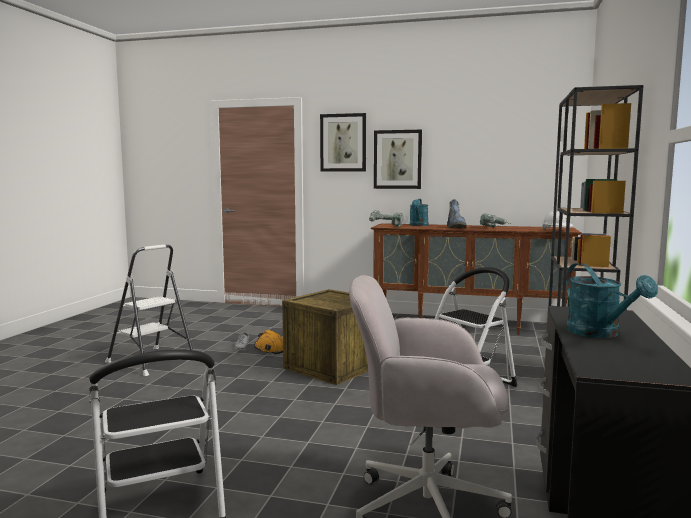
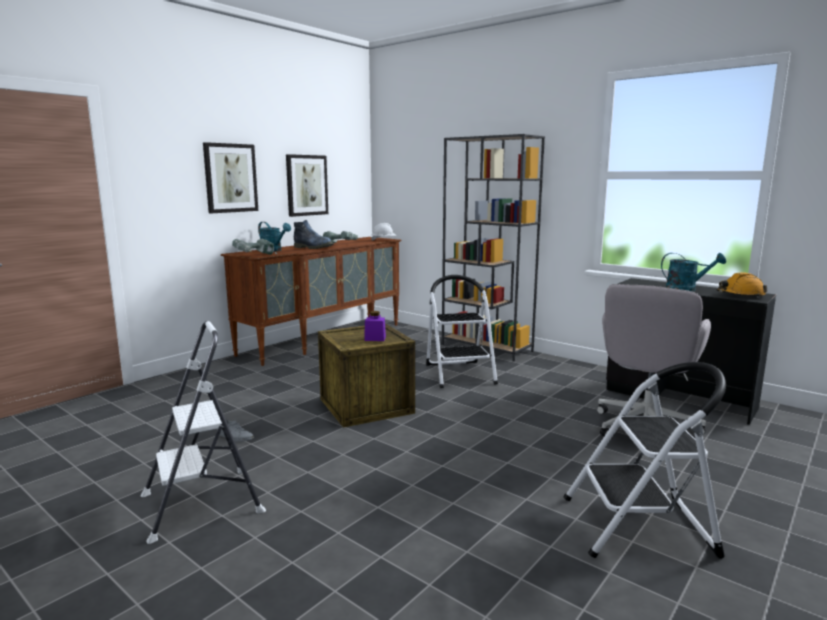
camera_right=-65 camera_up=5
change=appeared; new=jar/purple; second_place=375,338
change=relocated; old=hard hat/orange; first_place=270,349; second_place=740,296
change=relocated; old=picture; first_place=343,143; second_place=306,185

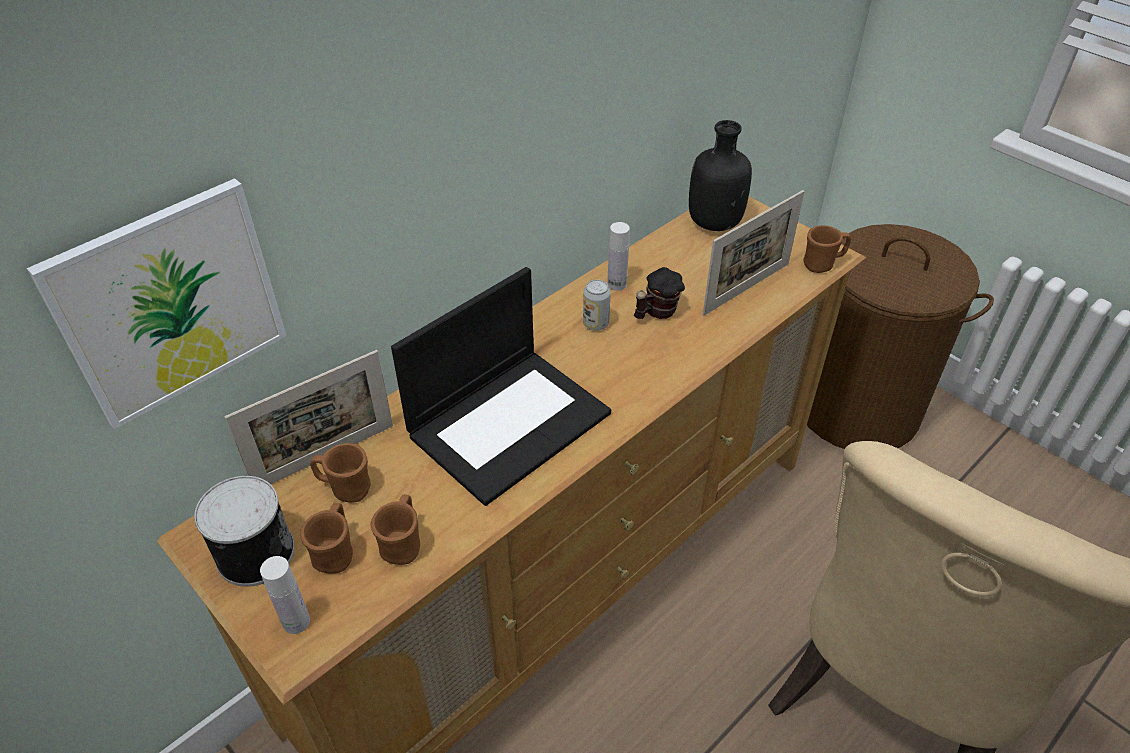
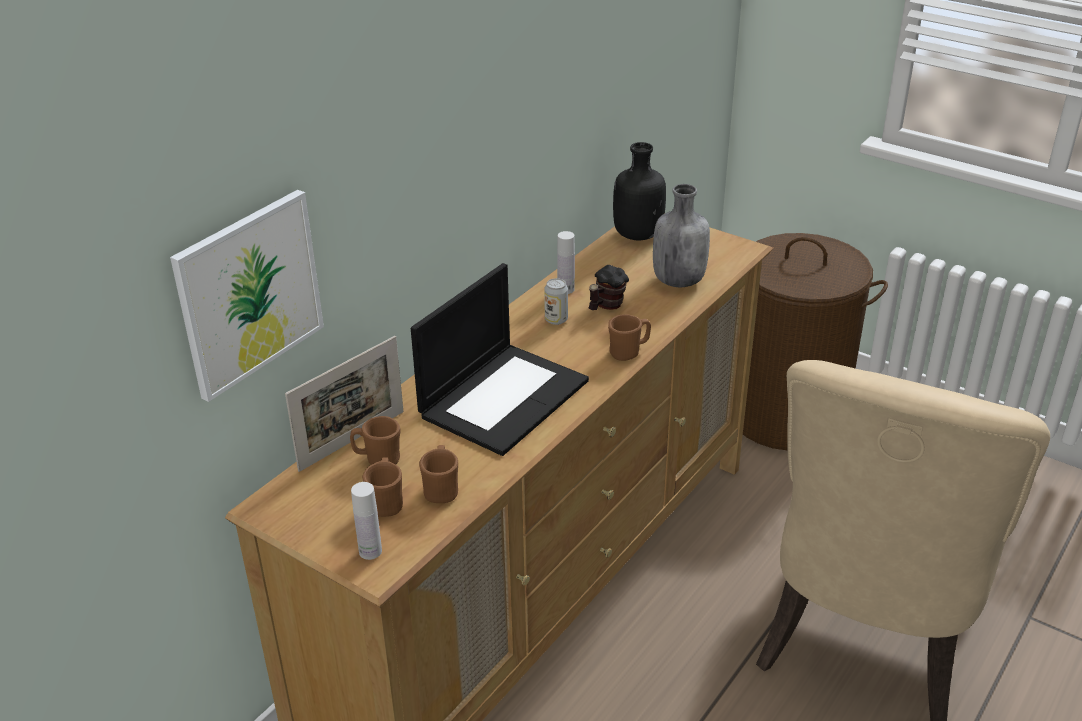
camera_right=-10 camera_up=-10
change=missing; old=can; first_place=253,553
change=relocated; old=mug/brown; first_place=822,264; second_place=628,352
change=exchanged; old=picture frame; new=bottle/grey; first_place=746,288; second_place=678,280

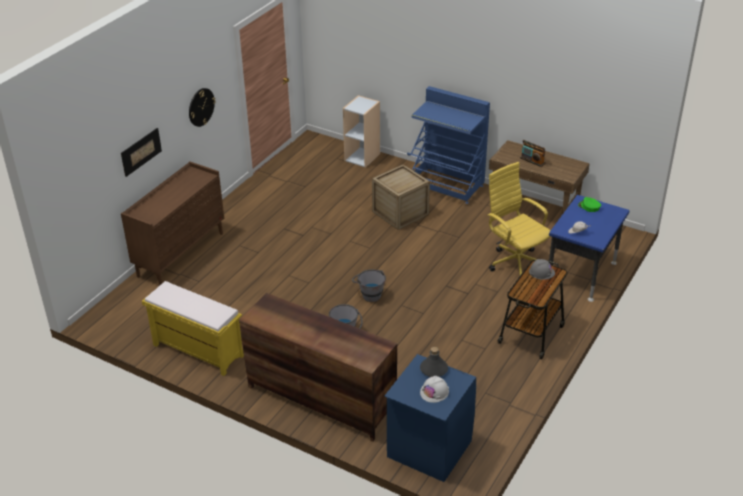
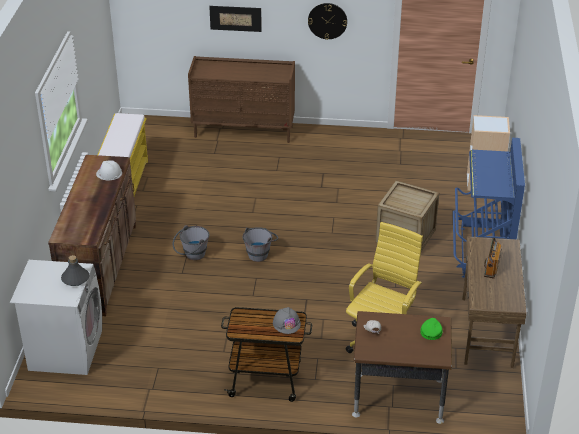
camera_right=65 camera_up=0
change=relocated; old=hard hat/white; first_place=434,392; second_place=109,173
change=colour; old=washing machine/blue; new=washing machine/white; first_place=428,449; second_place=65,349
change=colour; old=desk/blue; new=desk/brown; first_place=582,274; second_place=398,397

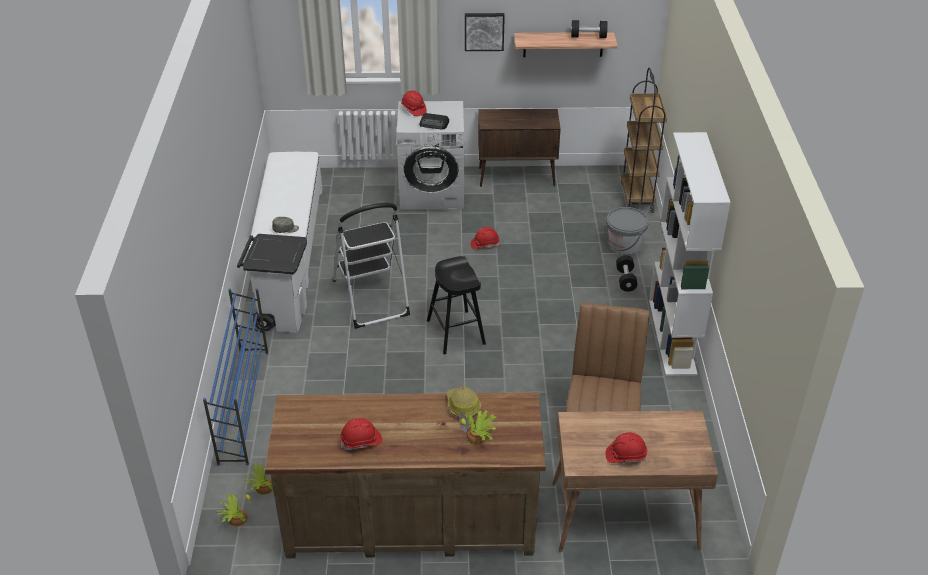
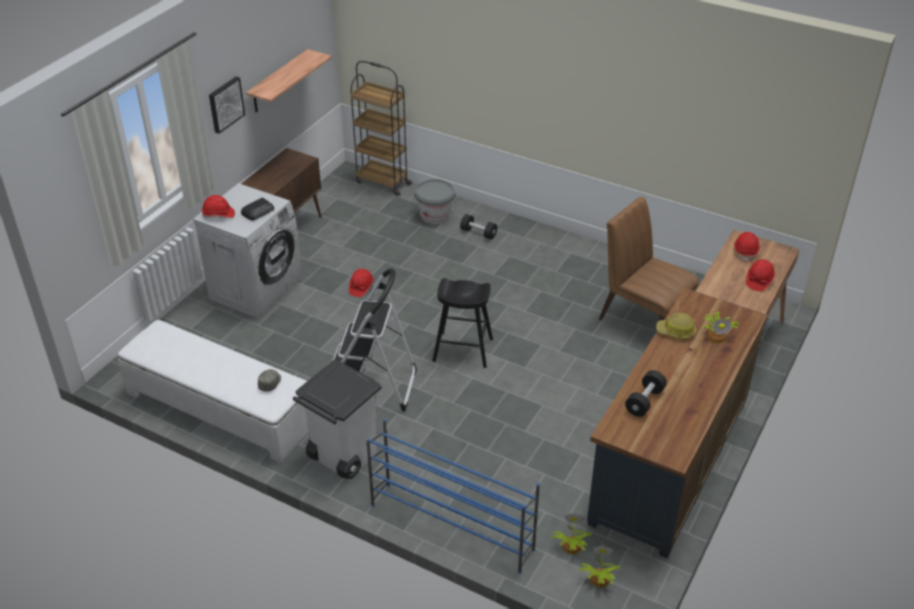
camera_right=-60 camera_up=0
change=missing; old=bookcase/white; first_place=673,337
change=relocated; old=hard hat/red; first_place=361,441; second_place=745,251
change=relocated; old=dumbbell/black; first_place=588,36; second_place=644,401

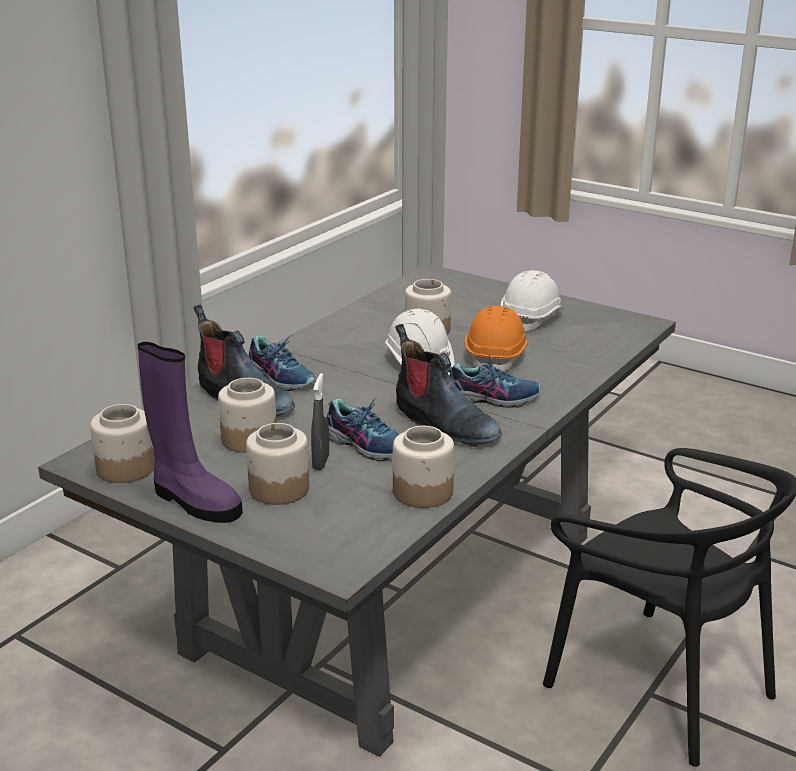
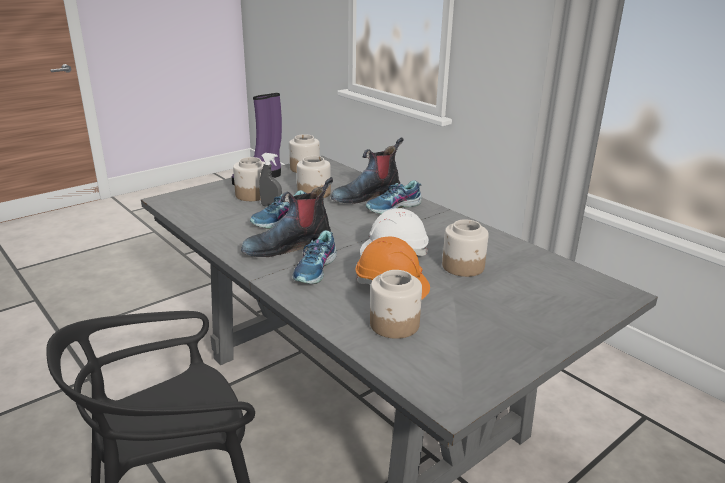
camera_right=105 camera_up=0
change=missing; old=hard hat/white; first_place=532,319
change=relocated; old=jar; first_place=423,492; second_place=394,325

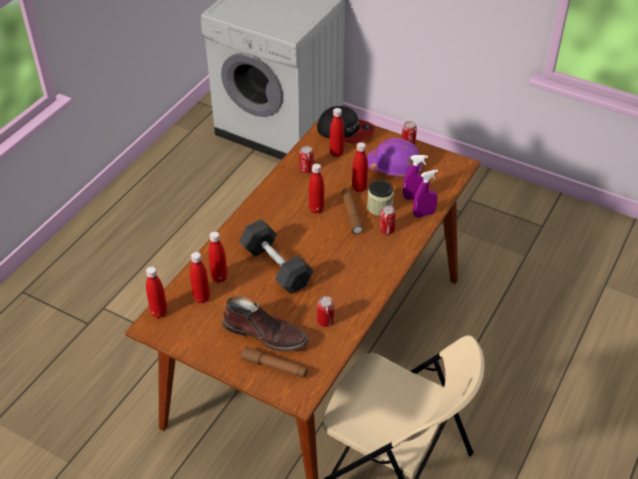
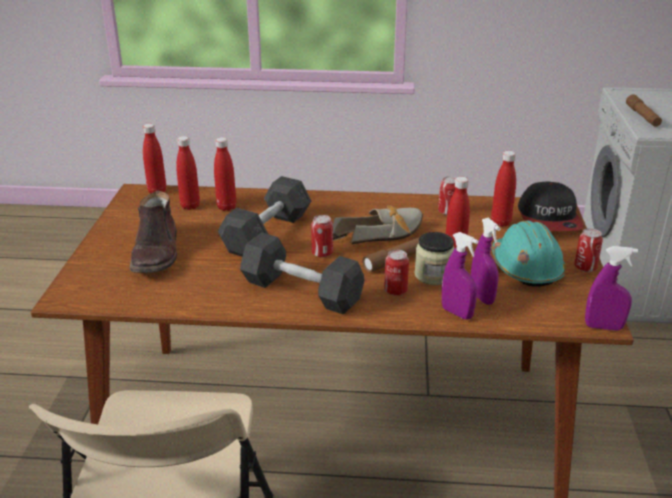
camera_right=65 camera_up=-15
change=appeared; new=dumbbell/grey; second_place=302,291
change=appeared; new=spray bottle/purple; second_place=603,327
change=relocated; old=flashlight/brown; first_place=274,367; second_place=642,116
change=relocated; old=can; first_place=325,321; second_place=322,253
change=exchanged; old=bottle/red; new=shoe; first_place=316,209; second_place=385,234
change=colour; old=hard hat/purple; new=hard hat/turquoise; first_place=394,167; second_place=526,268

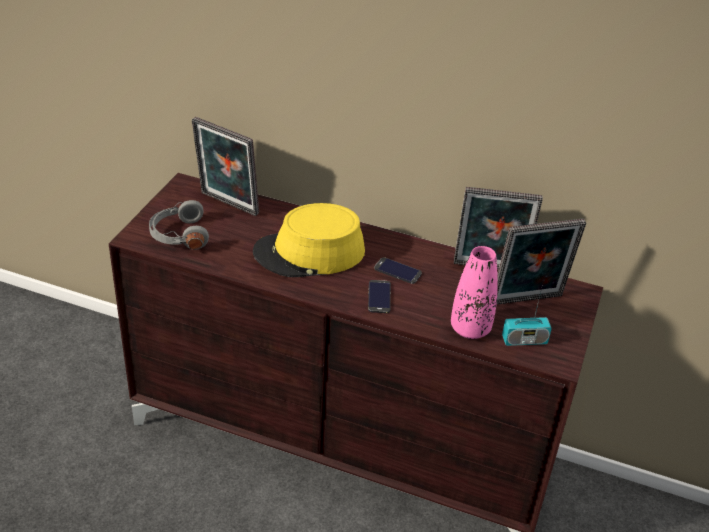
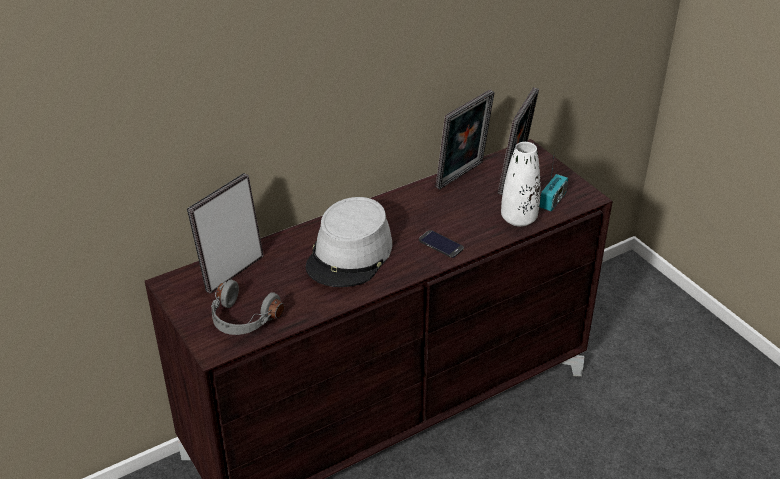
camera_right=-50 camera_up=0
change=missing; old=phone; first_place=397,271
change=colour; old=hat/yellow; new=hat/grey; first_place=309,253; second_place=350,255
change=colour; old=vase/pink; new=vase/white; first_place=470,329; second_place=518,219
change=spun; old=picture frame; first_place=227,205; second_place=231,271; degrees=150

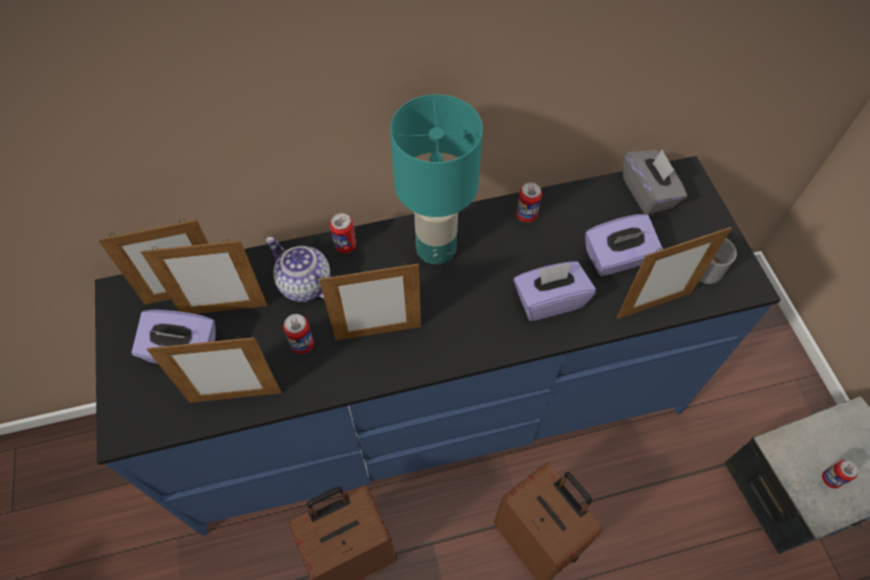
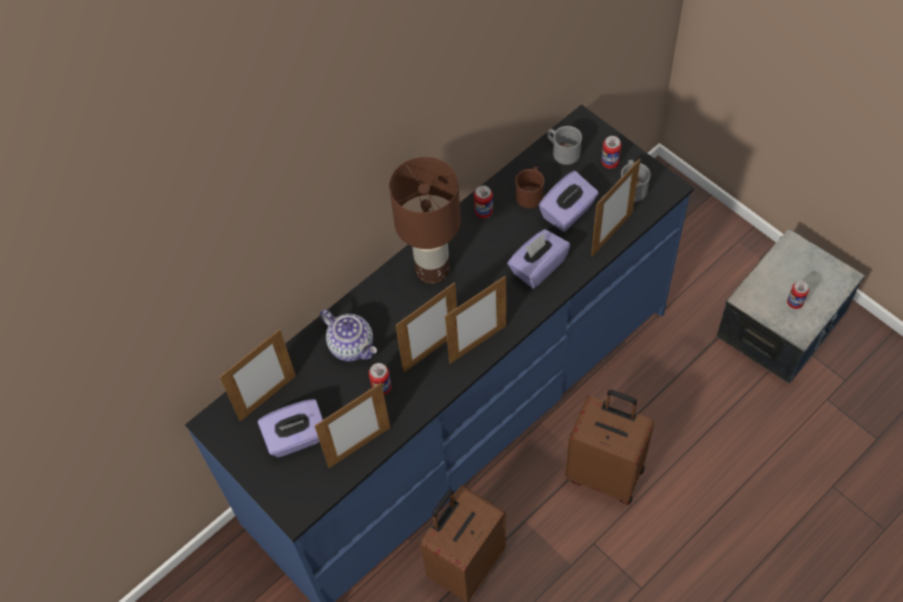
camera_right=-25 camera_up=0
change=appeared; new=mug/brown; second_place=530,193
change=relocated; old=picture frame; first_place=224,309; second_place=478,344
change=relocated; old=can; first_place=345,245; second_place=610,162
change=exchanged; old=tissue box/grey; new=mug/grey; first_place=648,193; second_place=562,151
change=colour; old=table lamp/turquoise; new=table lamp/brown; first_place=435,247; second_place=431,270
change=spun; old=teapot; first_place=304,285; second_place=352,345; degrees=-150

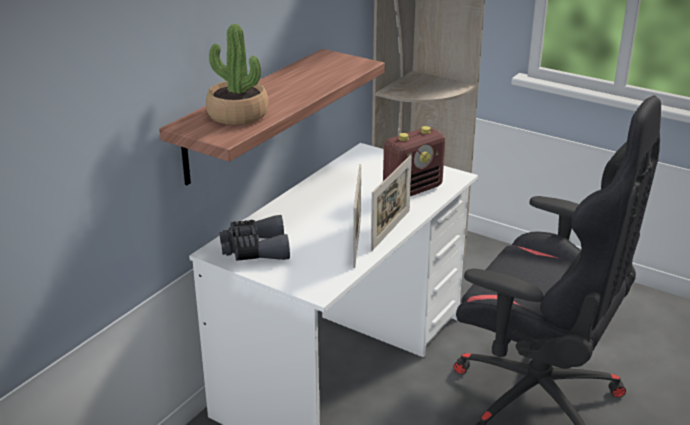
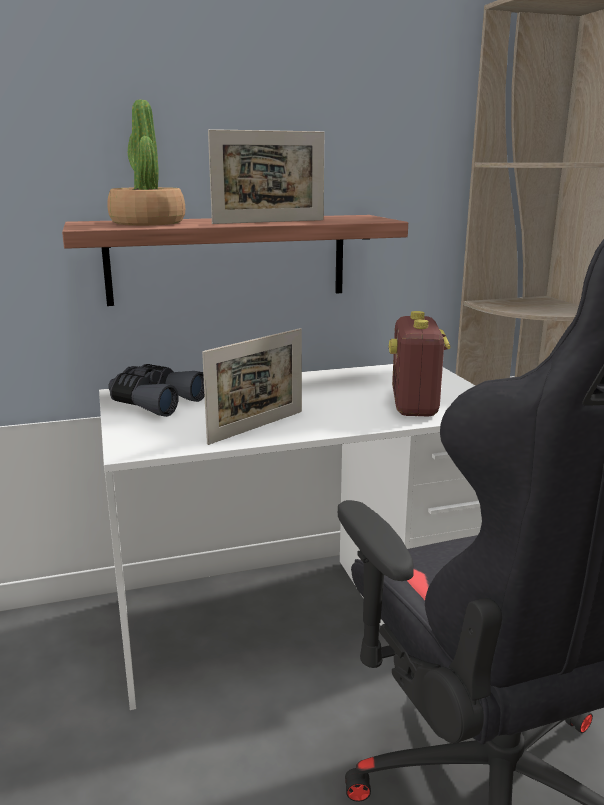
camera_right=40 camera_up=-10
change=relocated; old=picture frame; first_place=390,230; second_place=269,222
change=spun; old=radio; first_place=412,189; second_place=415,405; degrees=90

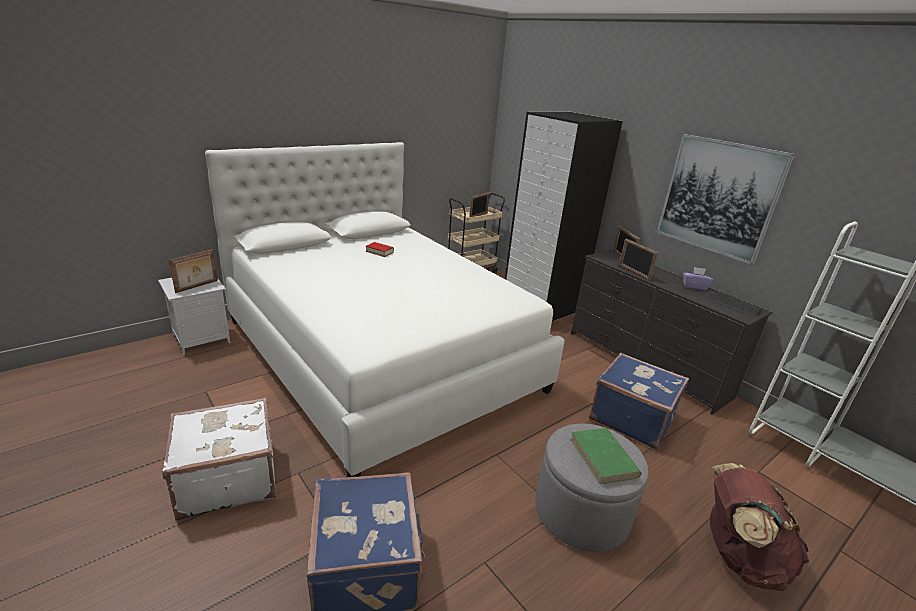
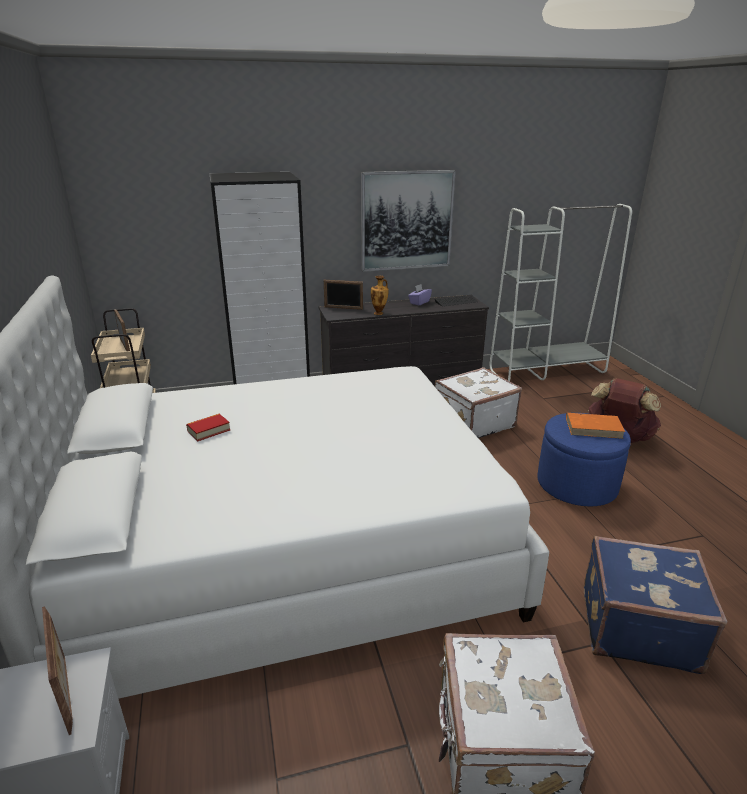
camera_right=-65 camera_up=0
change=exchanged; old=picture frame; new=vase; first_place=633,272; second_place=379,313
change=colour; old=ottoman/grey; new=ottoman/blue; first_place=581,512; second_place=576,485
change=colour; old=book/green; new=book/orange; first_place=604,458; second_place=594,428
change=colour; old=suitcase/blue; new=suitcase/white; first_place=631,418; second_place=472,423

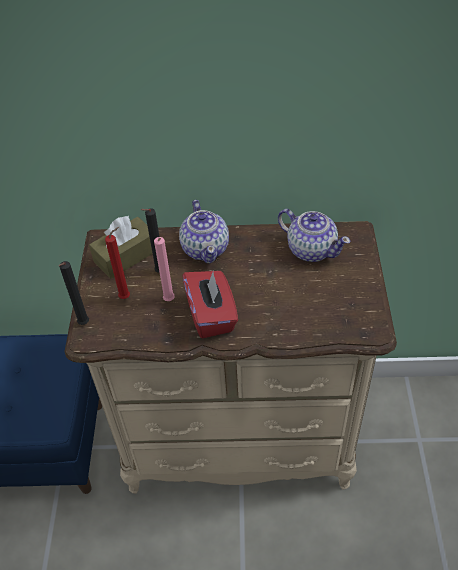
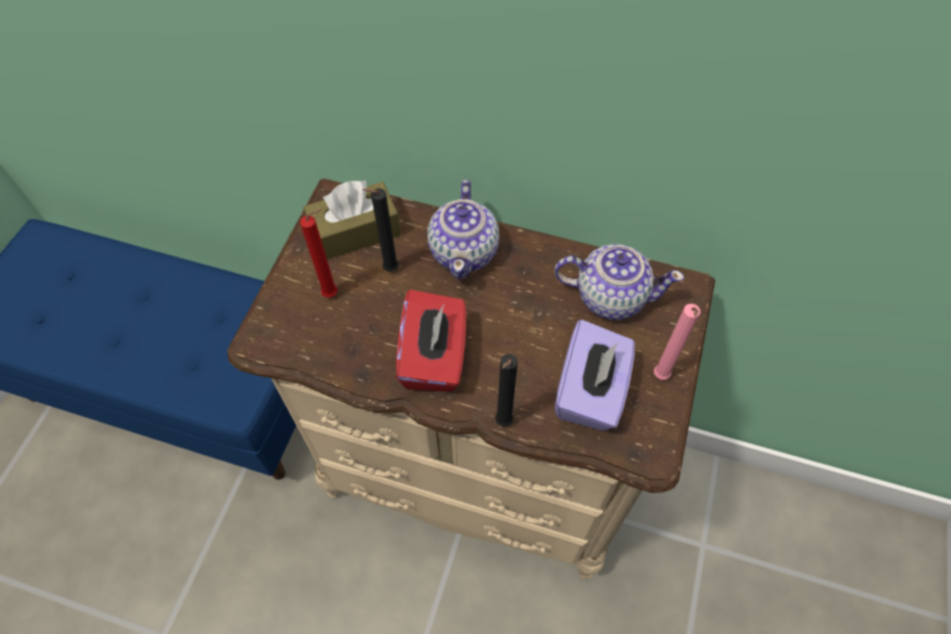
camera_right=15 camera_up=10
change=appeared; new=tissue box/purple; second_place=590,392
change=relocated; old=candle/black; first_place=83,325; second_place=502,423
change=relocated; old=candle/pink; first_place=169,301; second_place=660,378
change=spun; old=teapot; first_place=311,249; second_place=610,296; degrees=-45

